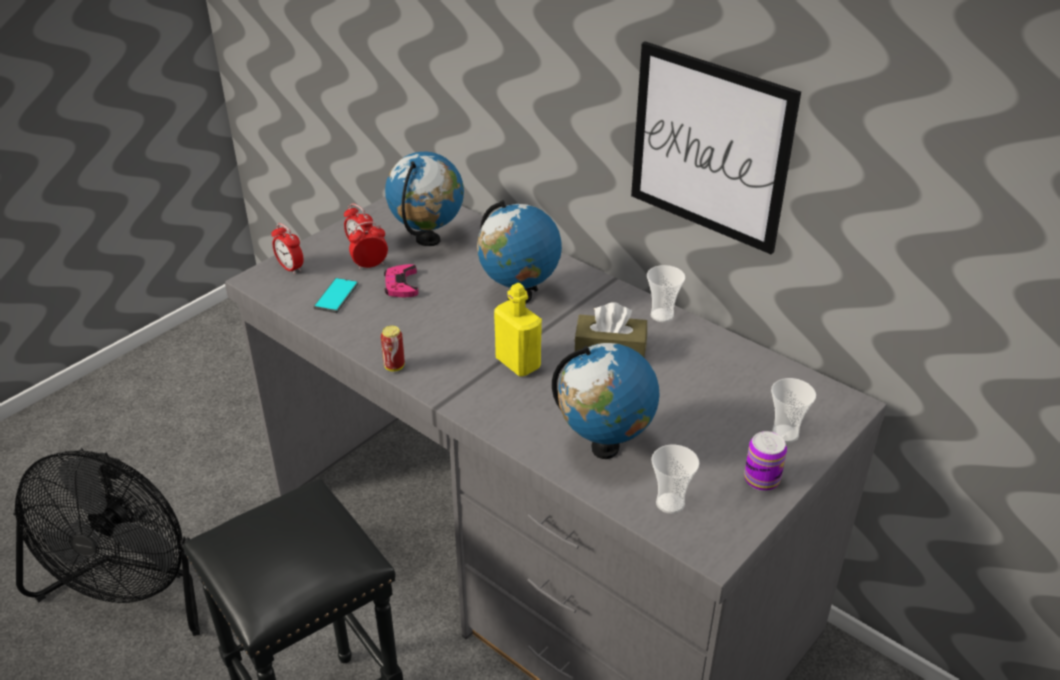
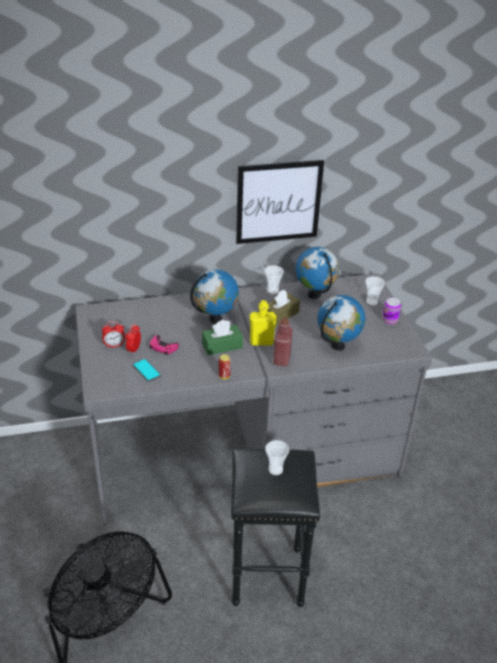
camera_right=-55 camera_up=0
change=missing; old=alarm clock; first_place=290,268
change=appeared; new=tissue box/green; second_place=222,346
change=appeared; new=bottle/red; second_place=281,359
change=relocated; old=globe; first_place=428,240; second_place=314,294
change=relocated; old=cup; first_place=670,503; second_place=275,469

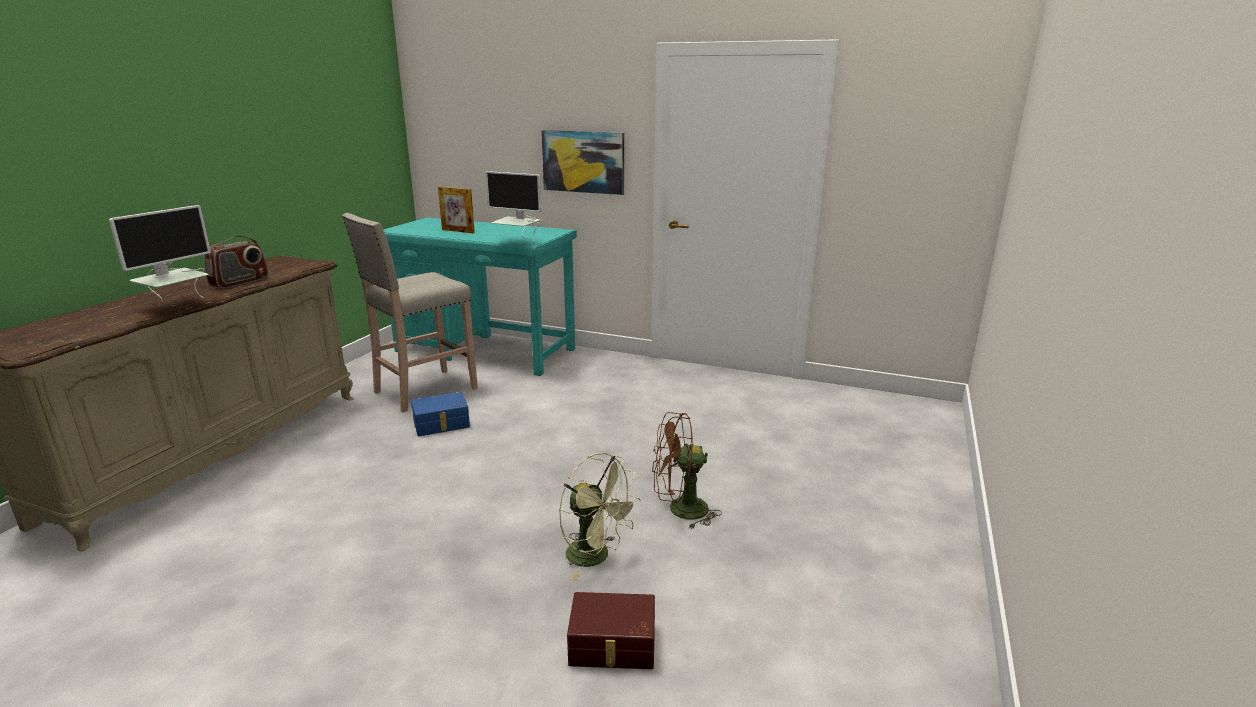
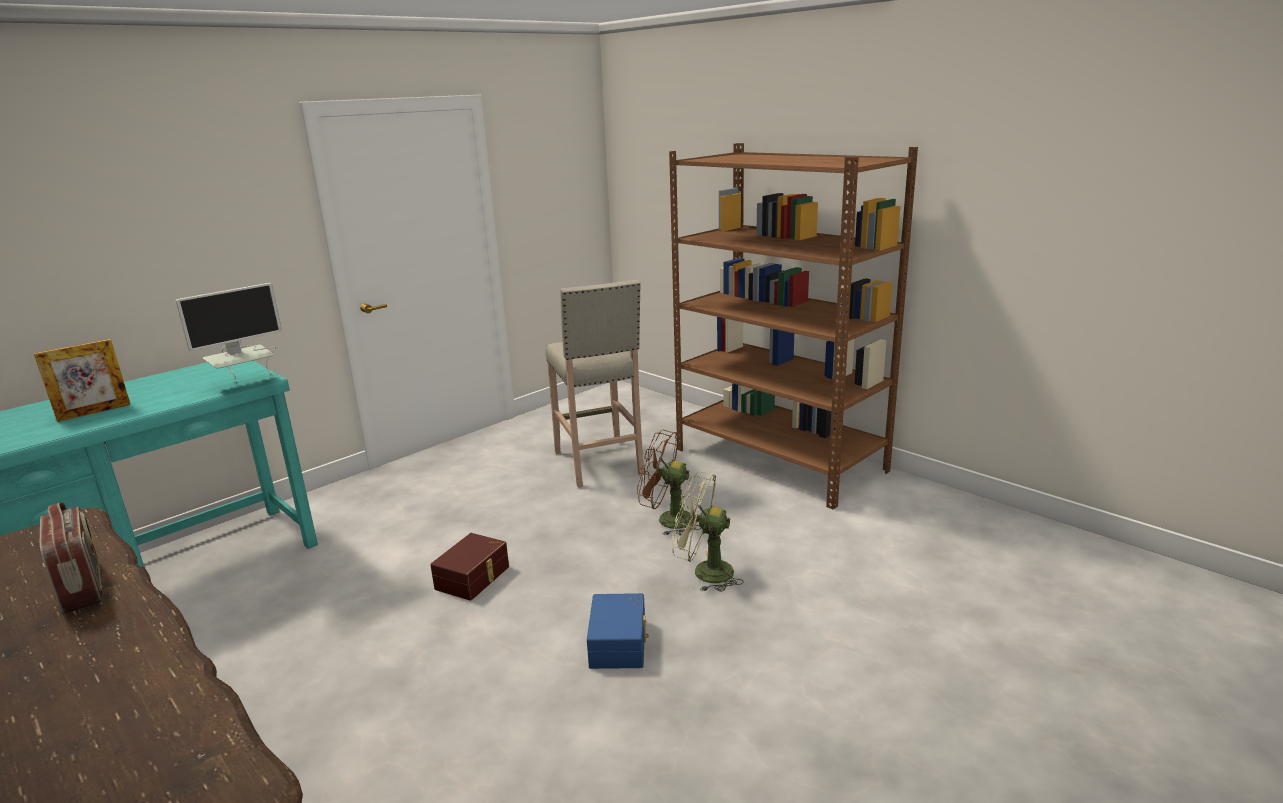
camera_right=-65 camera_up=0
change=missing; old=monitor; first_place=177,305
change=missing; old=picture; first_place=583,162
change=appeared; new=bookcase/brown; second_place=779,460
change=relocated; old=stool/beige; first_place=423,391; second_place=599,464
change=relocated; old=storage box/blue; first_place=442,424; second_place=620,643
change=relocated; old=storage box/brown; first_place=612,646; second_place=474,578
change=spun; old=fan/green; first_place=596,557; second_place=704,572; degrees=-135
change=spun; old=fan/brown; first_place=680,510; second_place=667,520; degrees=90

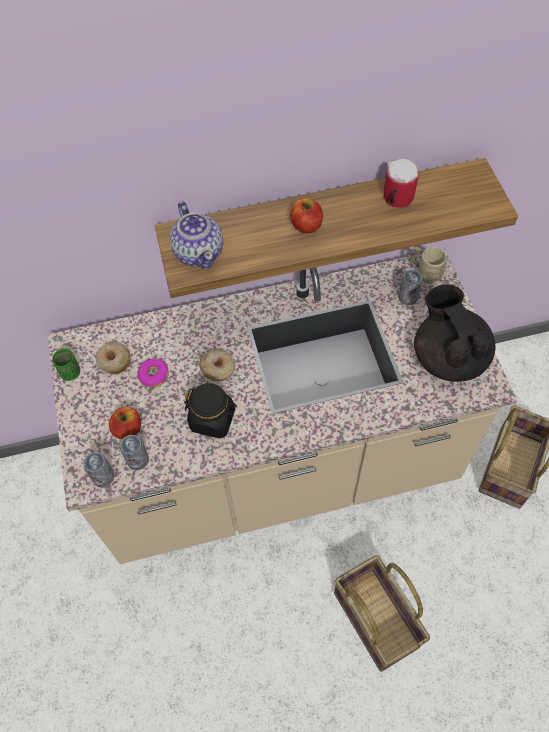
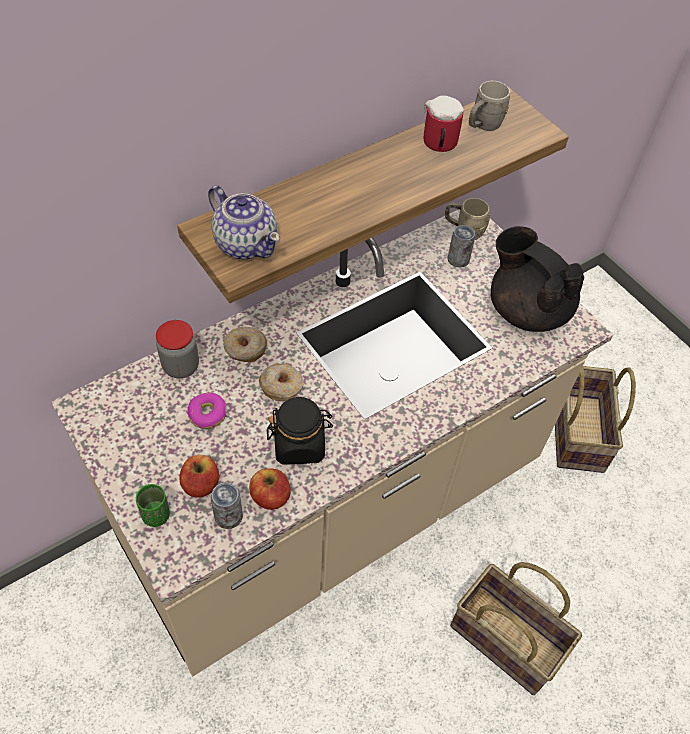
camera_right=-25 camera_up=-5
change=missing; old=can; first_place=103,477
change=appeared; new=jar; second_place=181,366
change=appeared; new=mug/grey; second_place=483,125
change=relocated; old=cup/green; first_place=70,373; second_place=156,515
change=relocated; old=donut; first_place=114,361; second_place=245,349
change=relocated; old=apple; first_place=306,226; second_place=270,497

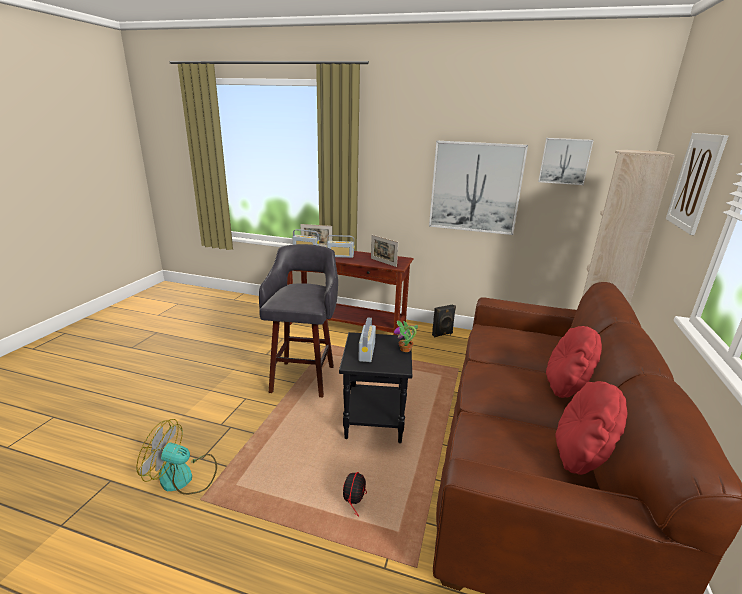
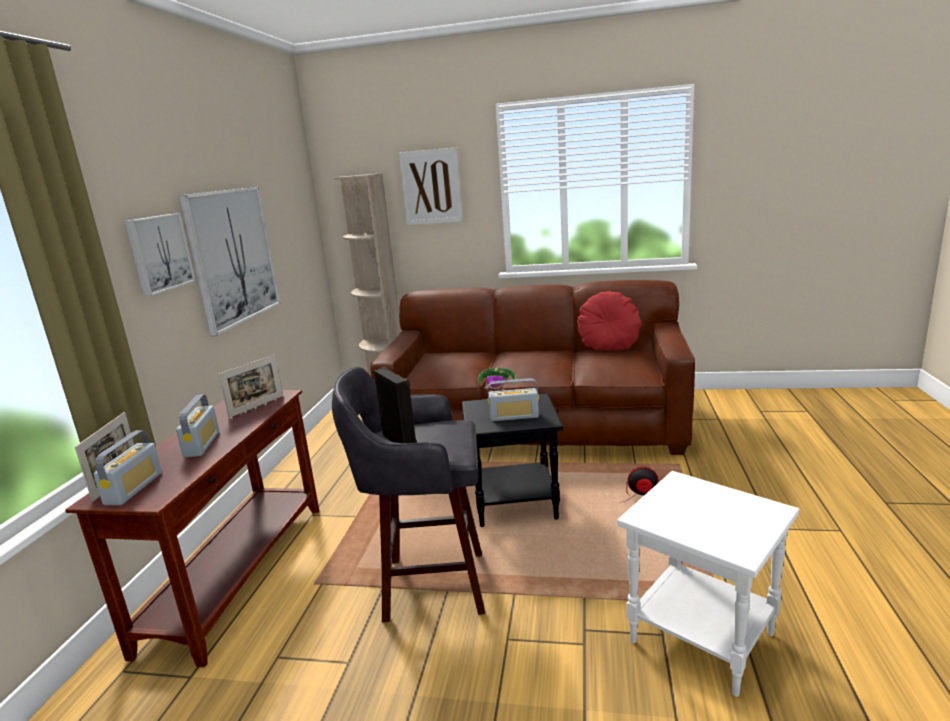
camera_right=-95 camera_up=-5
change=missing; old=pillow/red; first_place=565,388
change=relocated; old=speaker/black; first_place=442,334; second_place=400,441
change=relocated; old=picture; first_place=564,161; second_place=158,253
change=exchanged; old=fan; new=side table/white; first_place=184,477; second_place=704,637

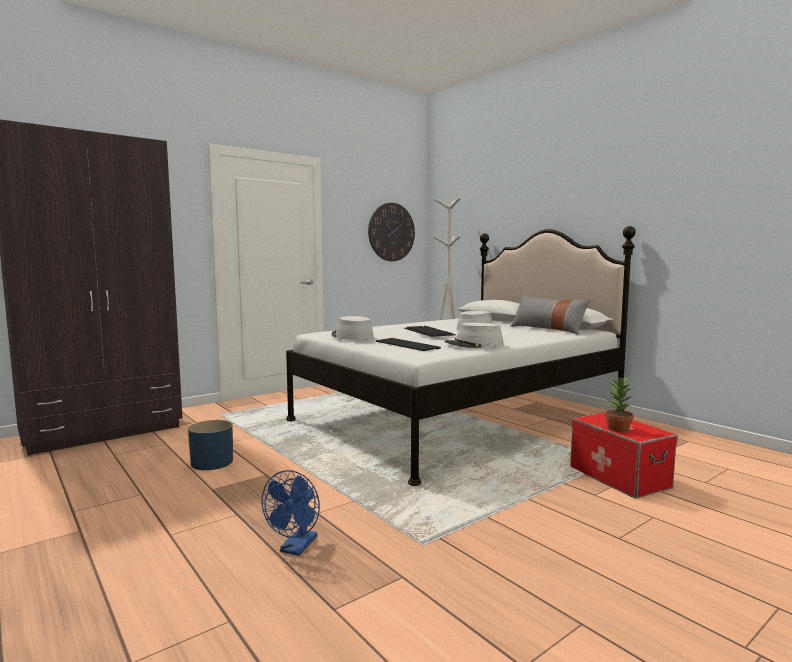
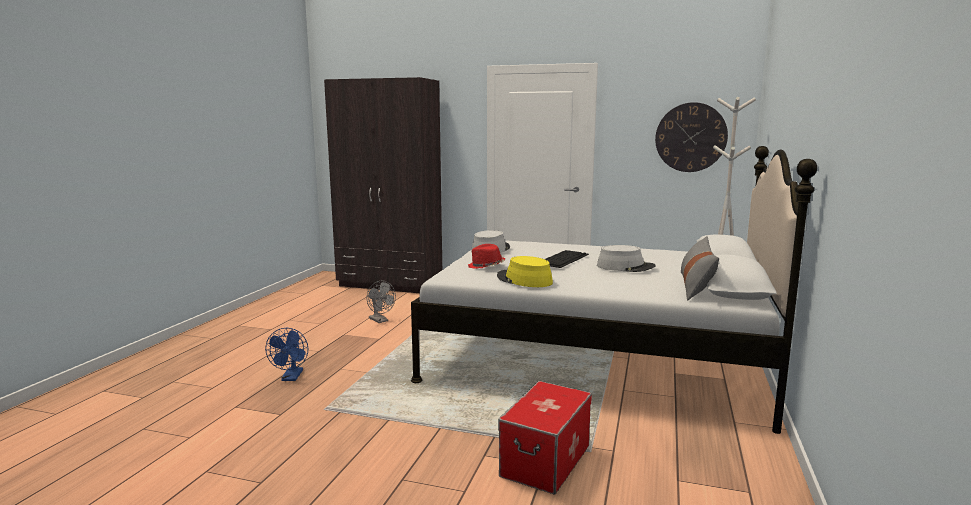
camera_right=55 camera_up=5
change=missing; old=potted plant; first_place=617,429
change=exchanged; old=planter/blue; new=fan/grey; first_place=212,462; second_place=380,320
change=exchanged; old=keyboard; new=hat/red; first_place=408,344; second_place=486,266
change=colour; old=hat/grey; new=hat/yellow; first_place=474,344; second_place=524,280
change=spun; old=fan/blue; first_place=296,548; second_place=291,378; degrees=-75

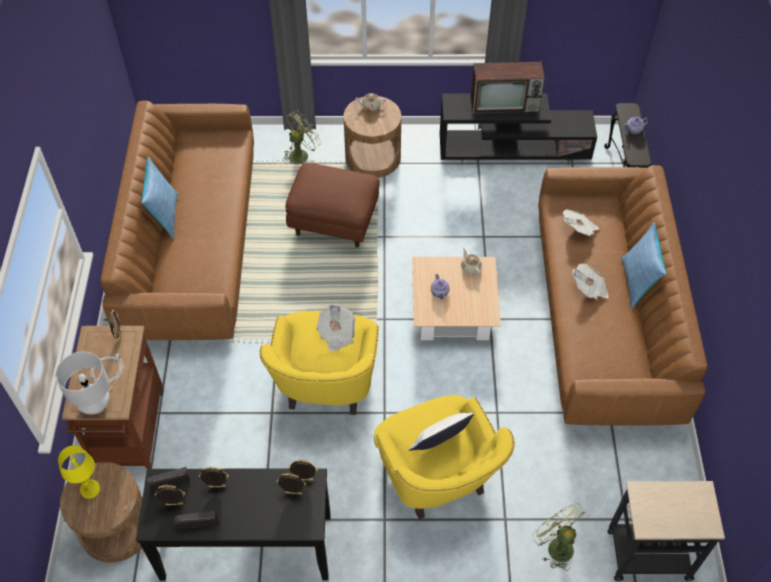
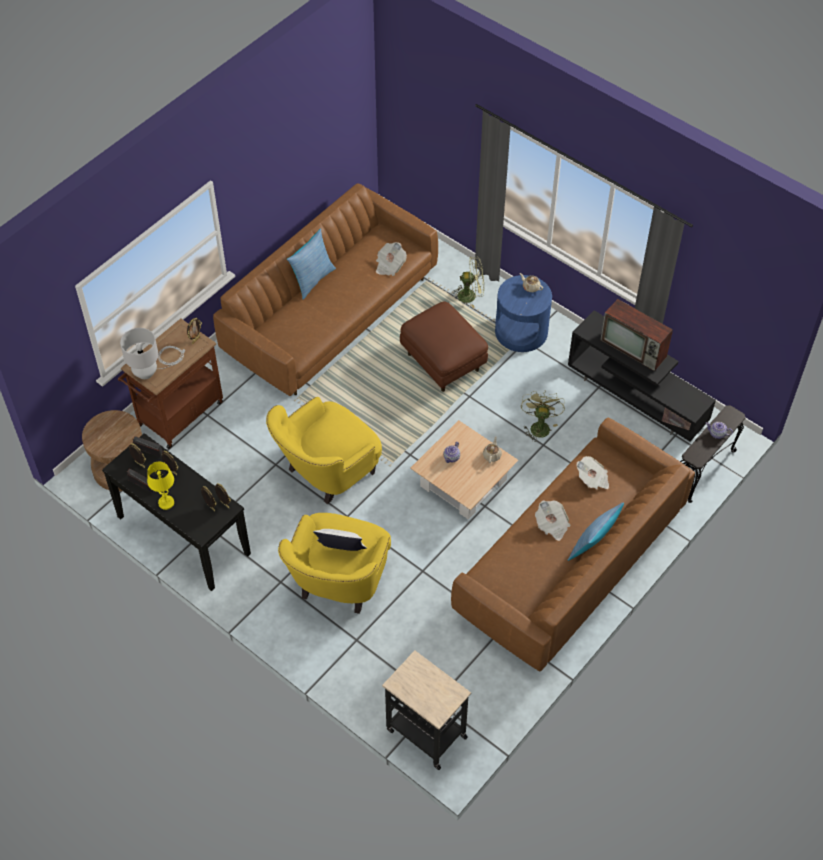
camera_right=40 camera_up=0
change=relocated; old=table lamp/yellow; first_place=90,489; second_place=166,503
change=relocated; old=newspaper; first_place=336,334; second_place=389,265
change=relocated; old=fan/green; first_place=555,545; second_place=539,426
change=colour; old=side table/brown; new=side table/blue; first_place=373,157; second_place=521,331

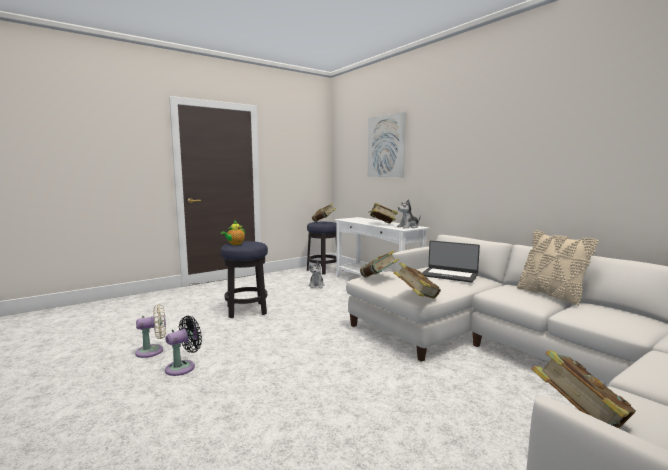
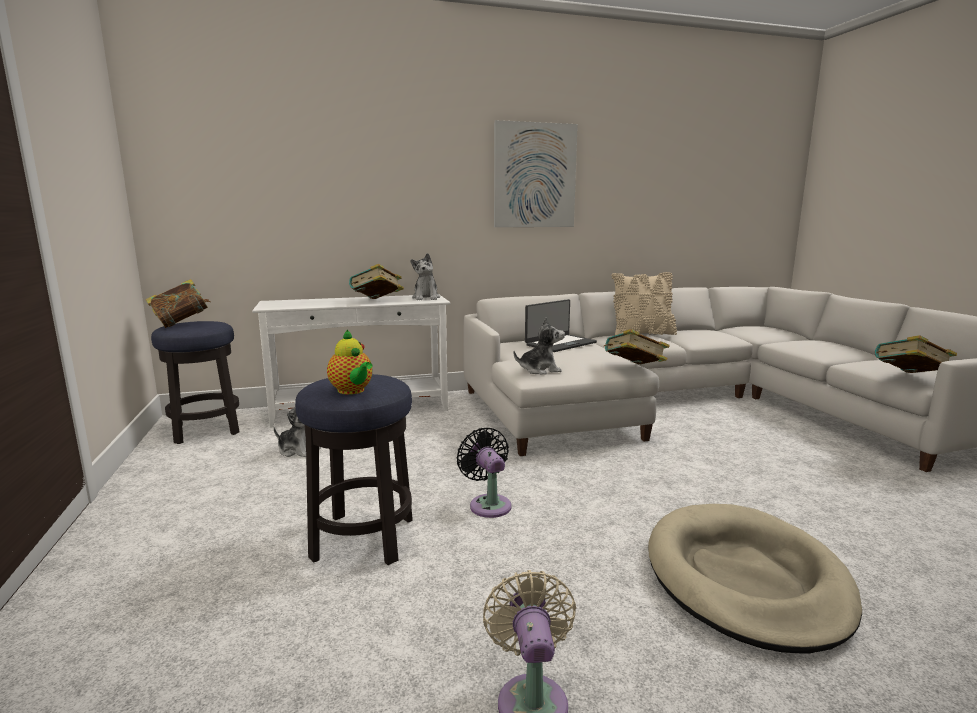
camera_right=-70 camera_up=5
change=appeared; new=dog bed/beige; second_place=745,579
change=relocated; old=fan/black; first_place=183,367; second_place=488,504
change=relocated; old=picture; first_place=386,146; second_place=535,175
change=exchanged; old=book; new=plush toy; first_place=378,278; second_place=540,370

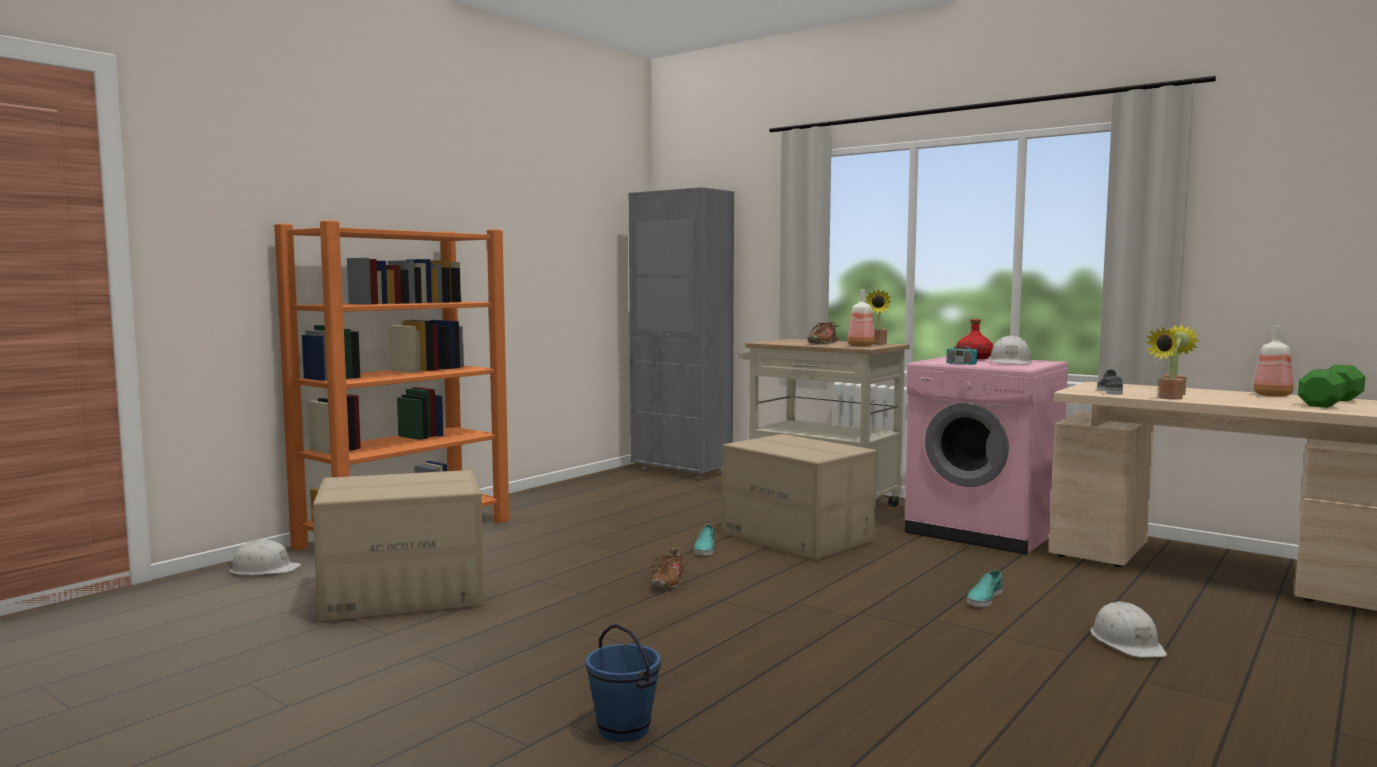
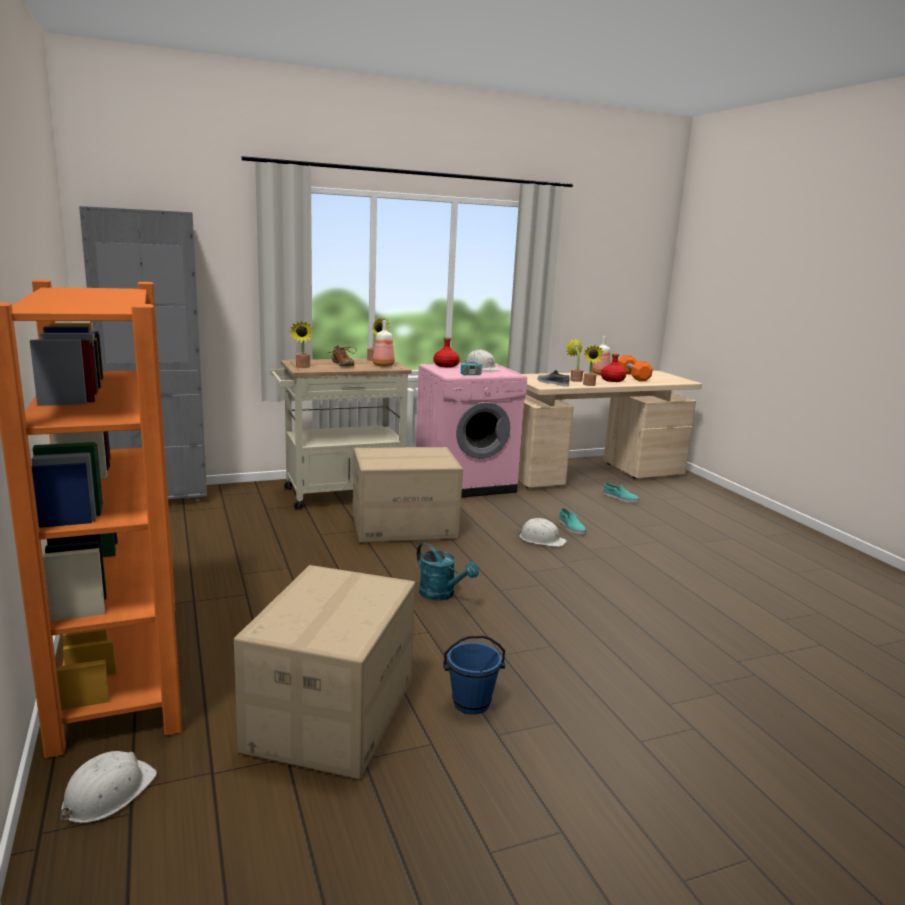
camera_right=-60 camera_up=10
change=appeared; new=potted plant; second_place=302,367
change=appeared; new=bottle/red; second_place=612,380
change=relocated; old=bucket/blue; first_place=624,729; second_place=471,703
change=relocated; old=shoe/turquoise; first_place=705,548; second_place=620,498
change=relocated; old=hard hat/white; first_place=1127,642; second_place=541,539
change=exchanged; old=shoe/brown; new=watering can/turquoise; first_place=667,582; second_place=442,594
change=colour; old=dumbbell/green; new=dumbbell/orange; first_place=1330,403; second_place=633,376

